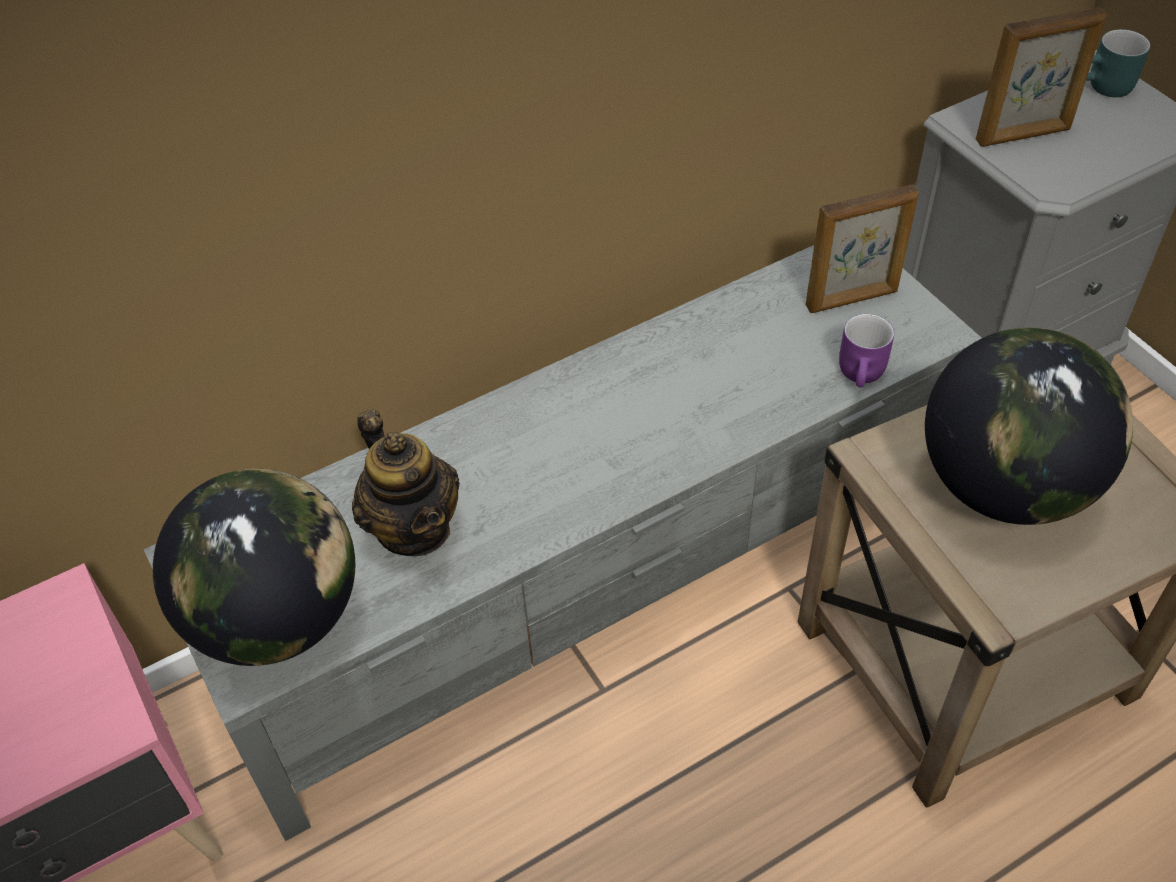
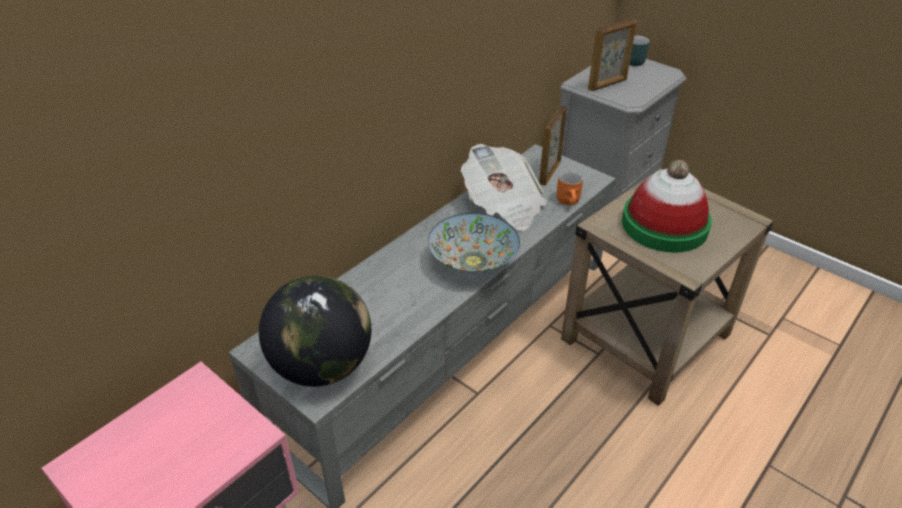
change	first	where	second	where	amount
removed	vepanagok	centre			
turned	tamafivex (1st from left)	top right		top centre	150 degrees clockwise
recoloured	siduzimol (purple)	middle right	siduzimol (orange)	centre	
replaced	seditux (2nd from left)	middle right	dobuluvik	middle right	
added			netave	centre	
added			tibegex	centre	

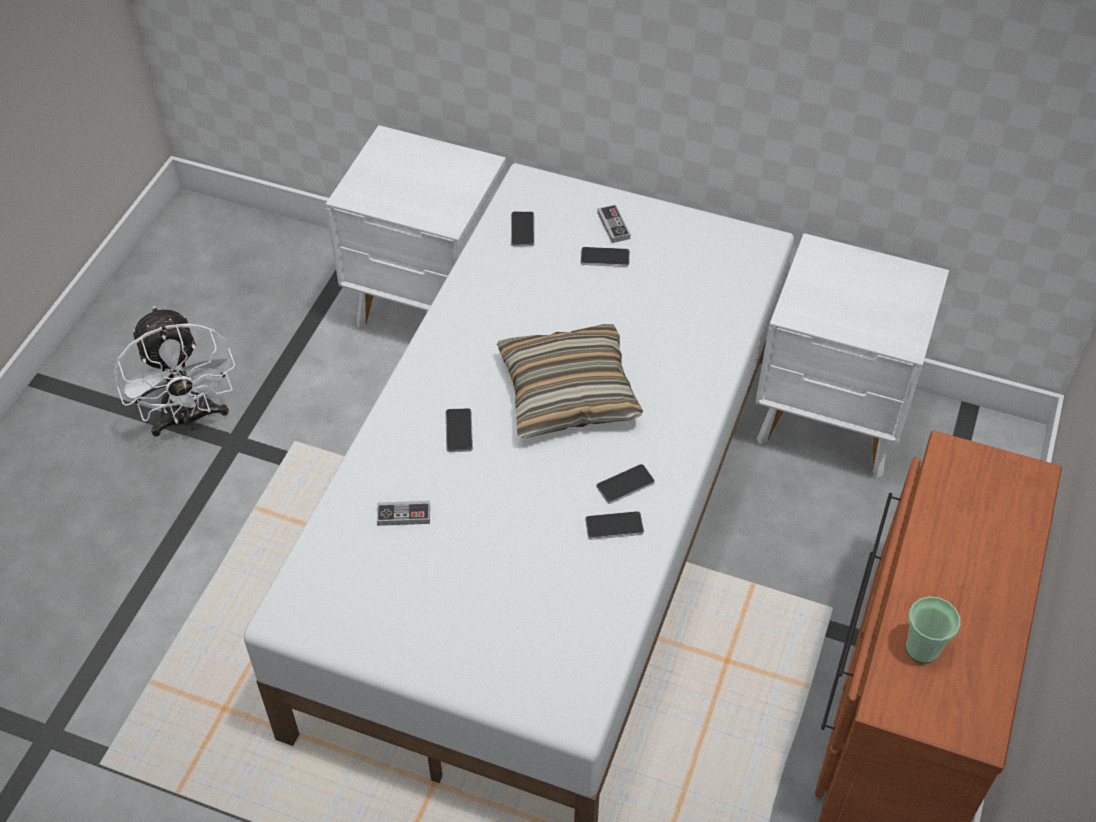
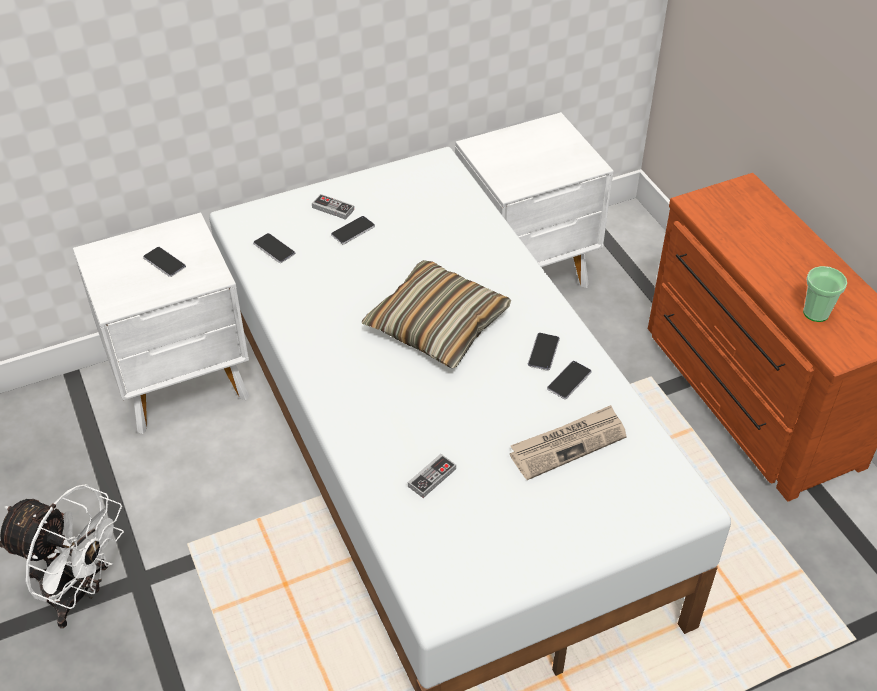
change	first	where	second	where	amount
moved	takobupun (1st from left)	centre		middle left	
added			tibegex	centre	

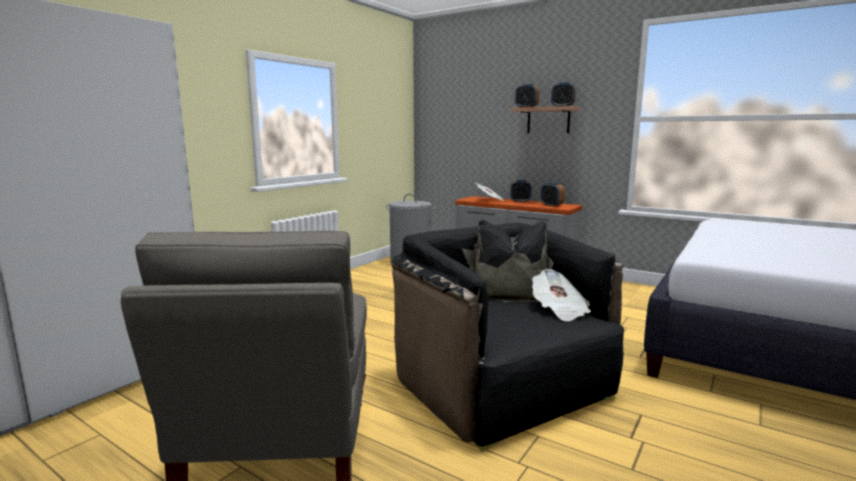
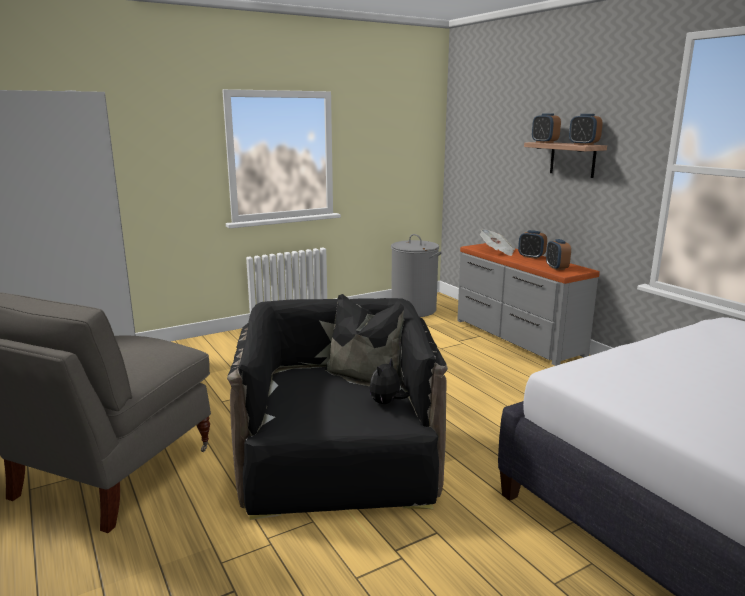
change	first	where	second	where	amount
replaced	tibegex (2nd from left)	centre	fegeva	centre	

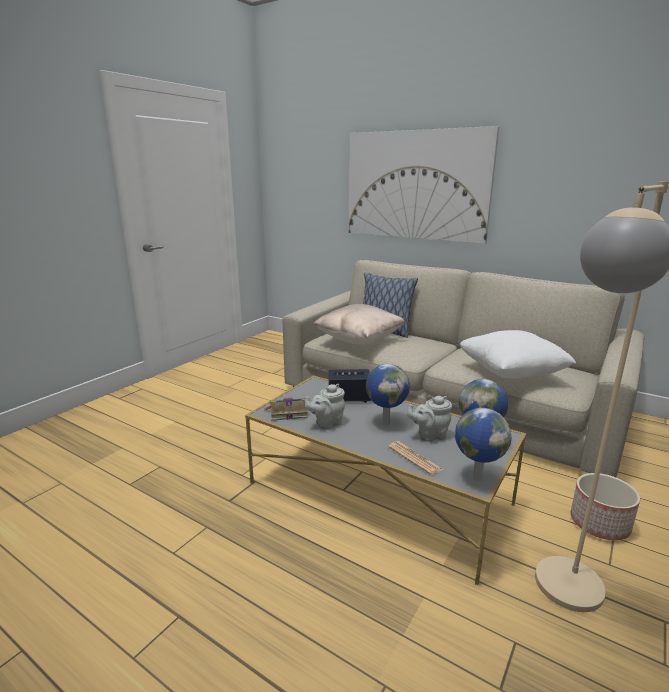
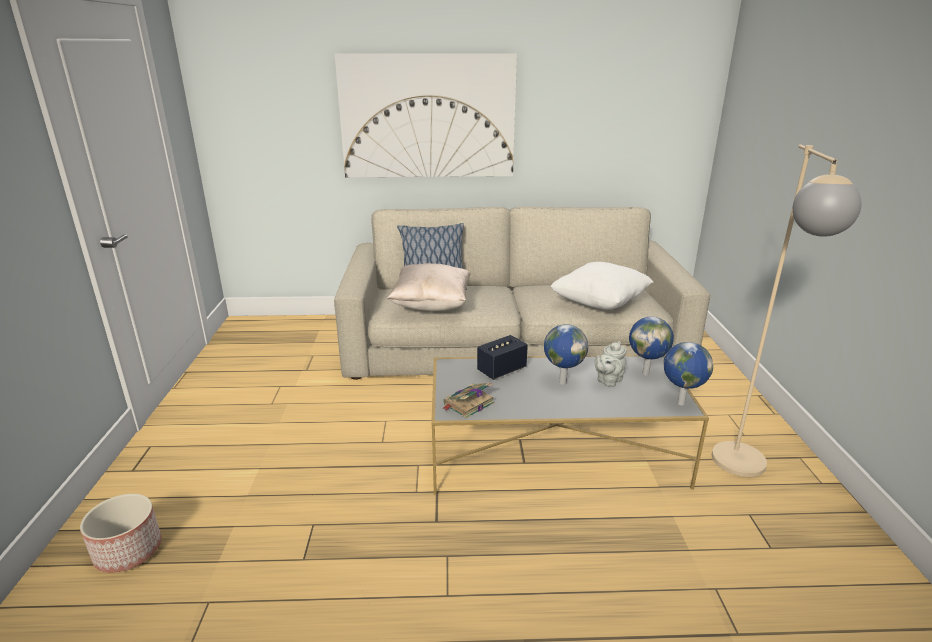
change	first	where	second	where	amount
removed	vepanagok (grey) (1st from left)	centre			
removed	tibegex	centre			
moved	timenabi	bottom right		bottom left	

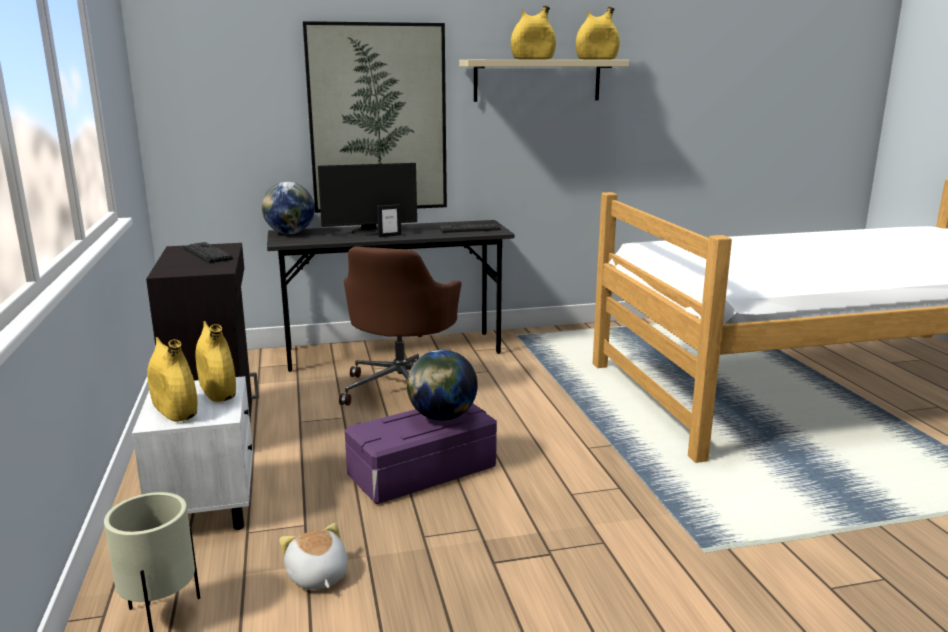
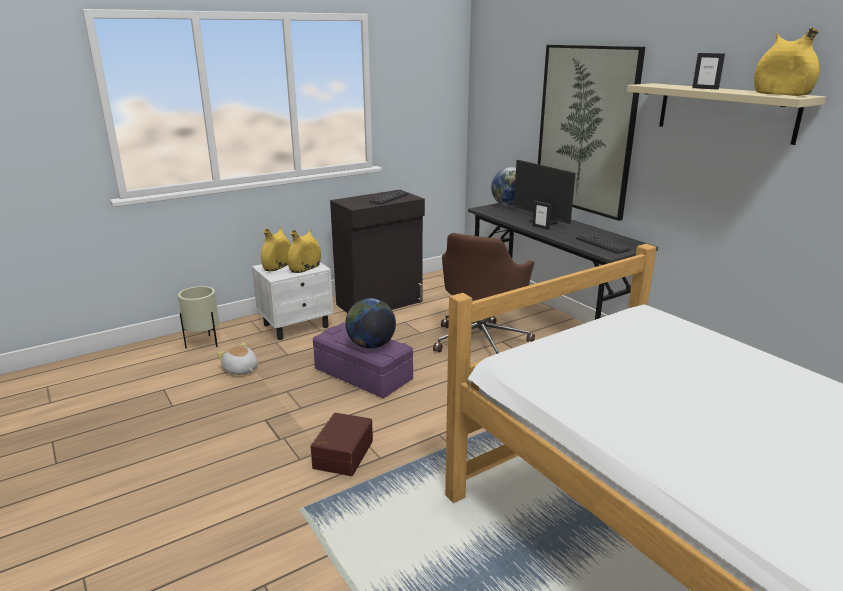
change	first	where	second	where	amount
turned	fegeva	bottom left		middle left	90 degrees counterclockwise
turned	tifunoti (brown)	centre		centre	60 degrees counterclockwise
replaced	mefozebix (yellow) (3rd from left)	top centre	tamafivex (2nd from left)	top right	
added			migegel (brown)	bottom centre	

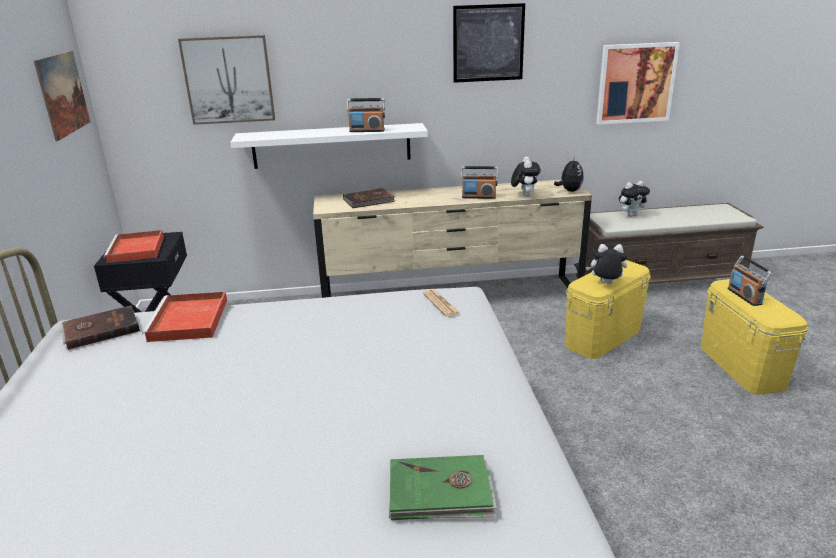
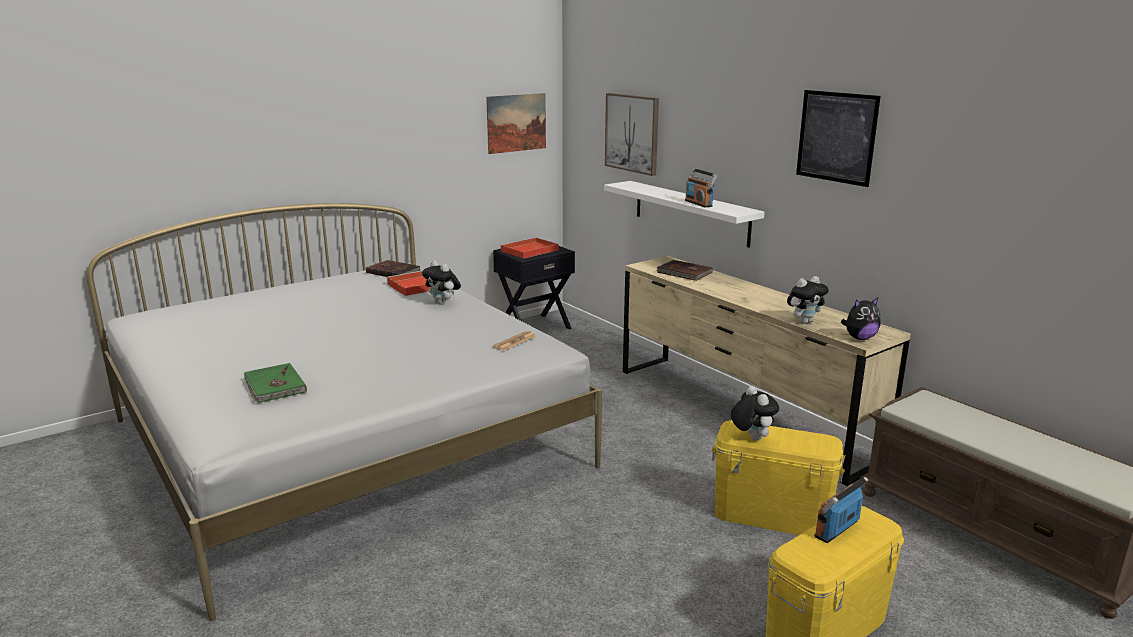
change	first	where	second	where	amount
removed	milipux (2nd from left)	top centre			
removed	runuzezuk (4th from left)	top right			
moved	fegeva (4th from left in the first image)	middle right	fegeva (1st from left)	centre	

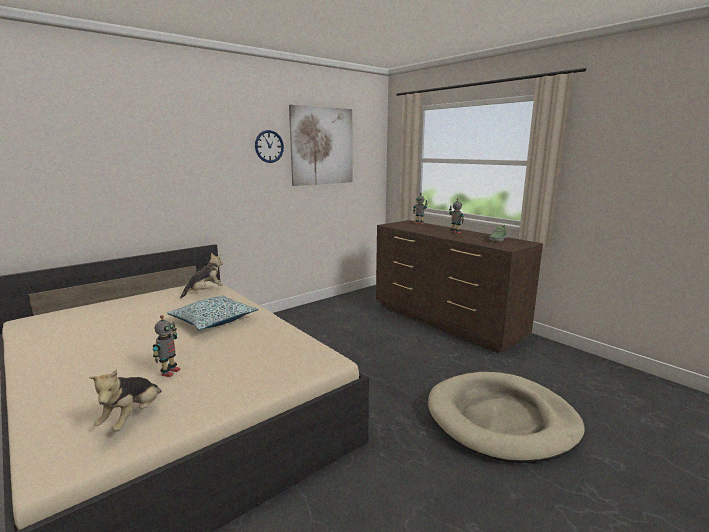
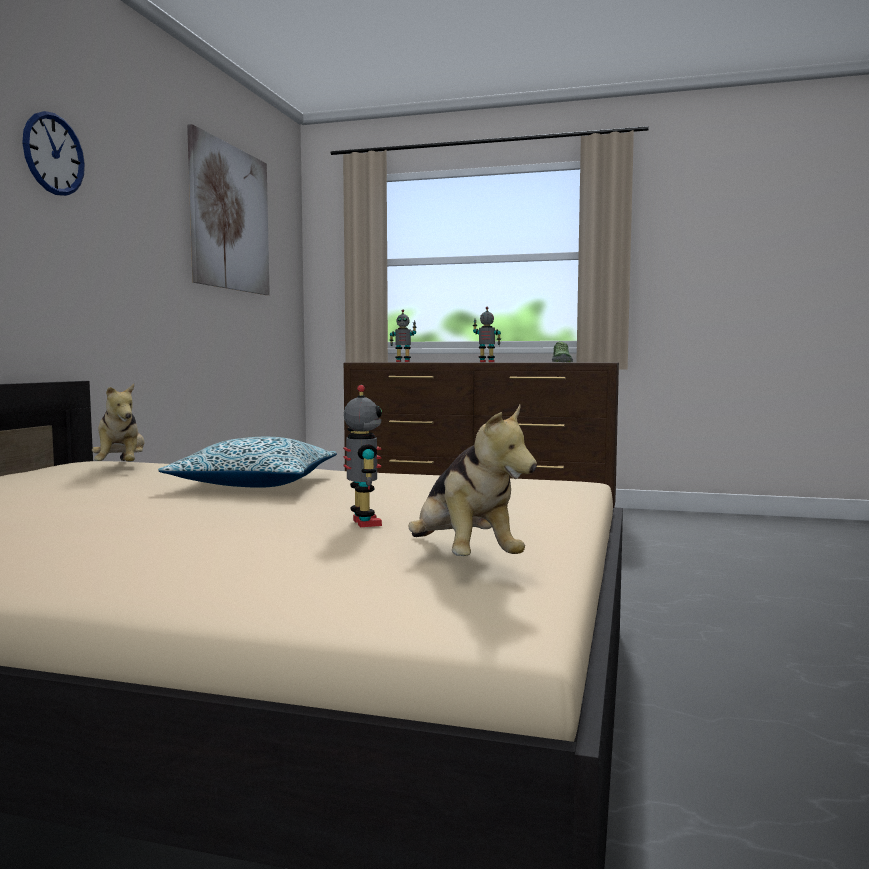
change	first	where	second	where	amount
turned	fegeva (2nd from left in the first image)	middle left	fegeva (1st from left)	middle left	150 degrees clockwise
moved	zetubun	top centre		top left	
removed	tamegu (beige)	bottom right			

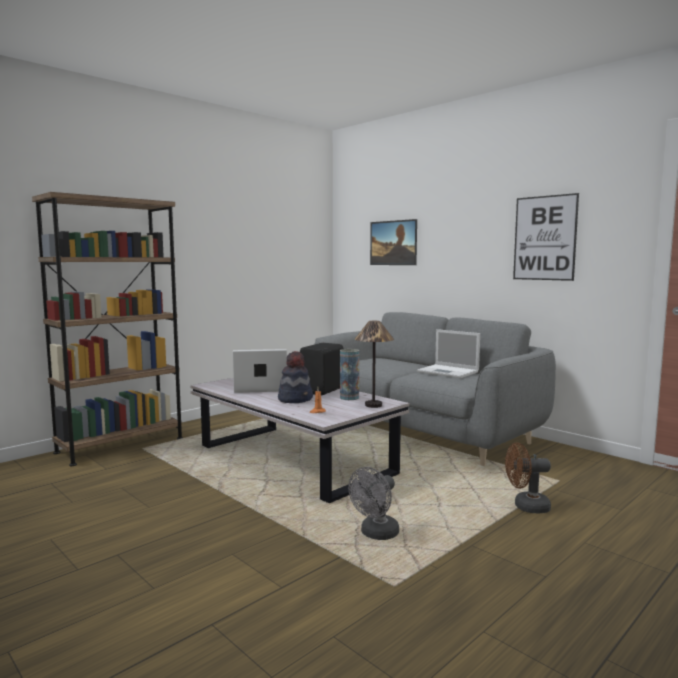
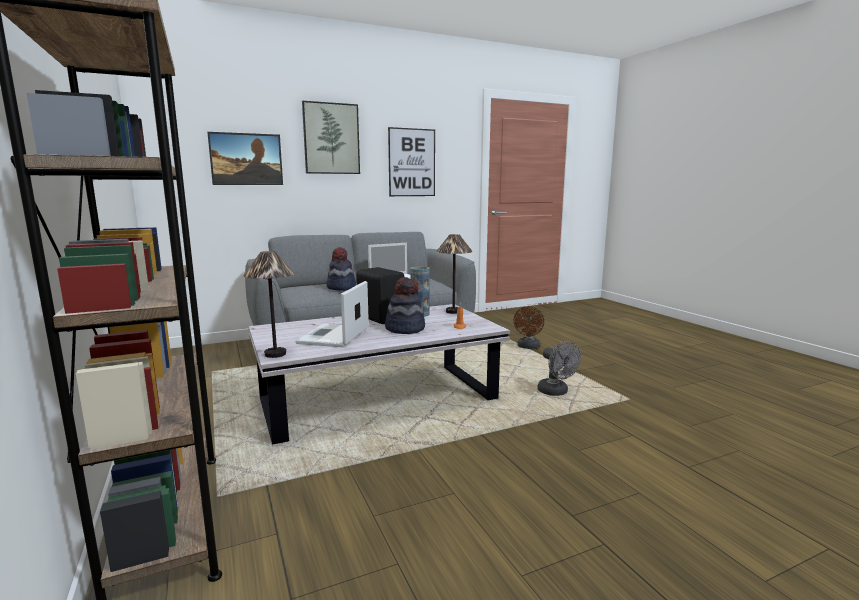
change	first	where	second	where	amount
added			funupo (1st from left)	middle left	
added			runuzezuk (2nd from left)	top centre	
added			dobuluvik (1st from left)	centre	

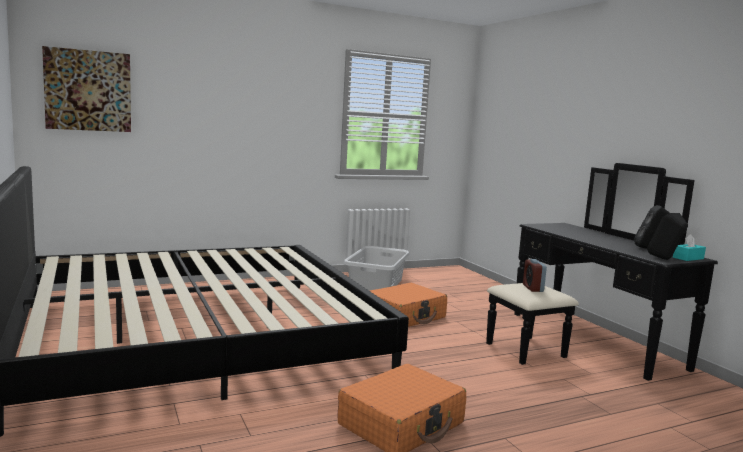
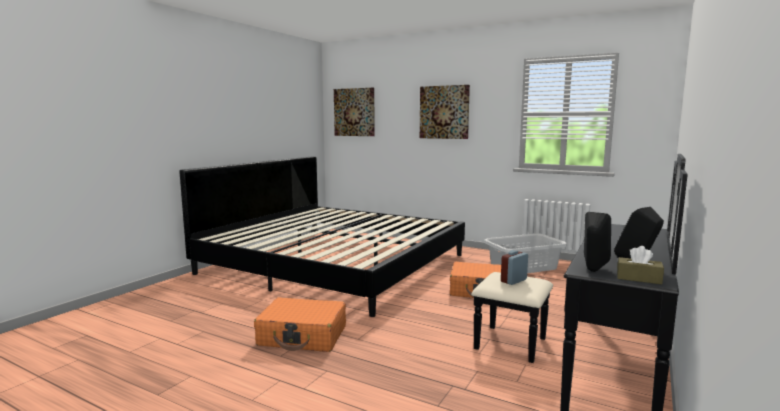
change	first	where	second	where	amount
recoloured	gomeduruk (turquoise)	middle right	gomeduruk (brown)	middle right	
added			runuzezuk (2nd from left)	top centre	

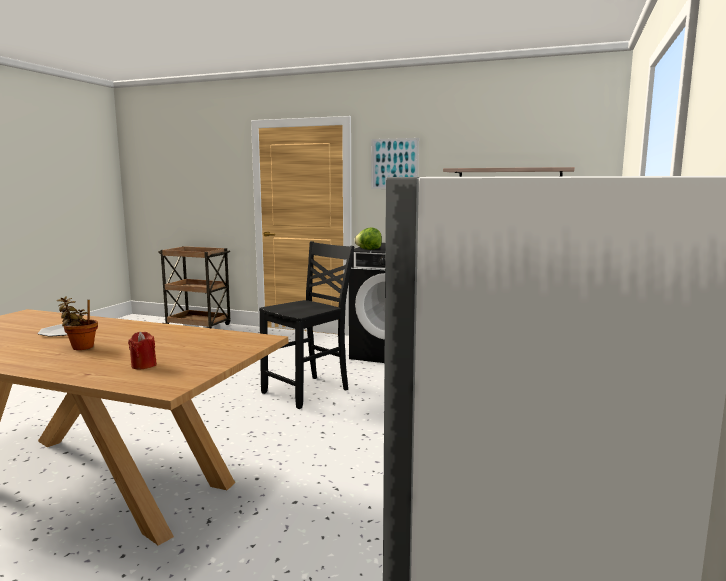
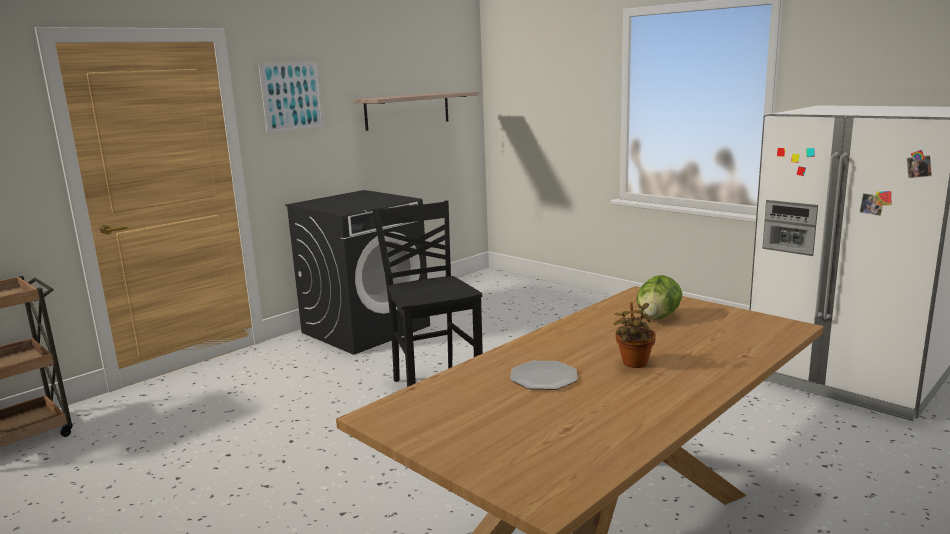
change	first	where	second	where	amount
removed	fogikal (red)	middle left			
moved	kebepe	centre		middle right	

